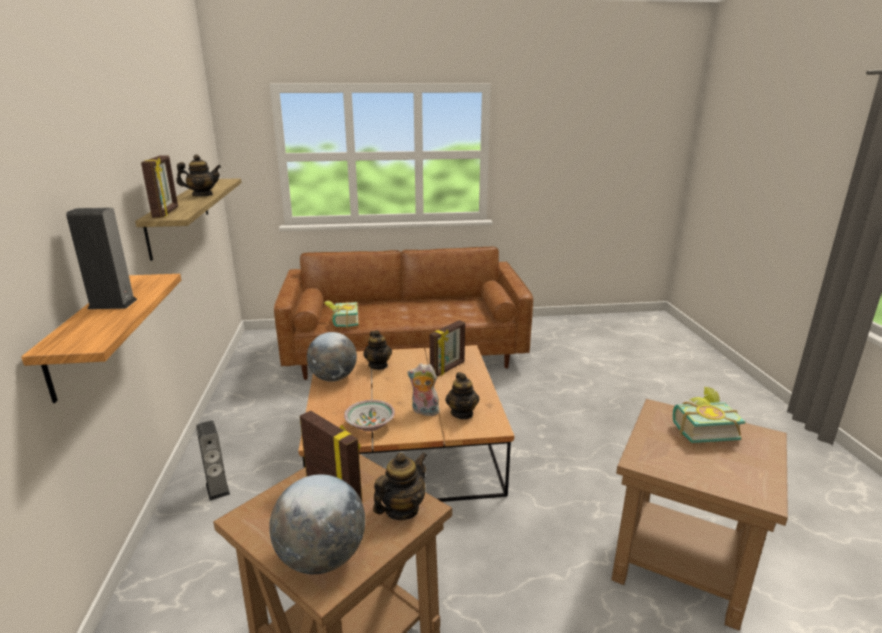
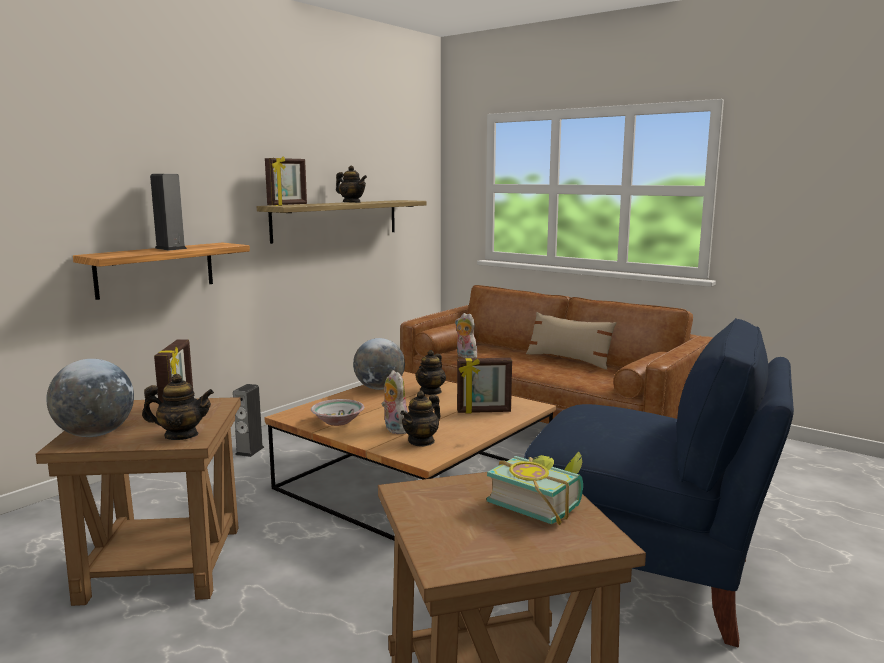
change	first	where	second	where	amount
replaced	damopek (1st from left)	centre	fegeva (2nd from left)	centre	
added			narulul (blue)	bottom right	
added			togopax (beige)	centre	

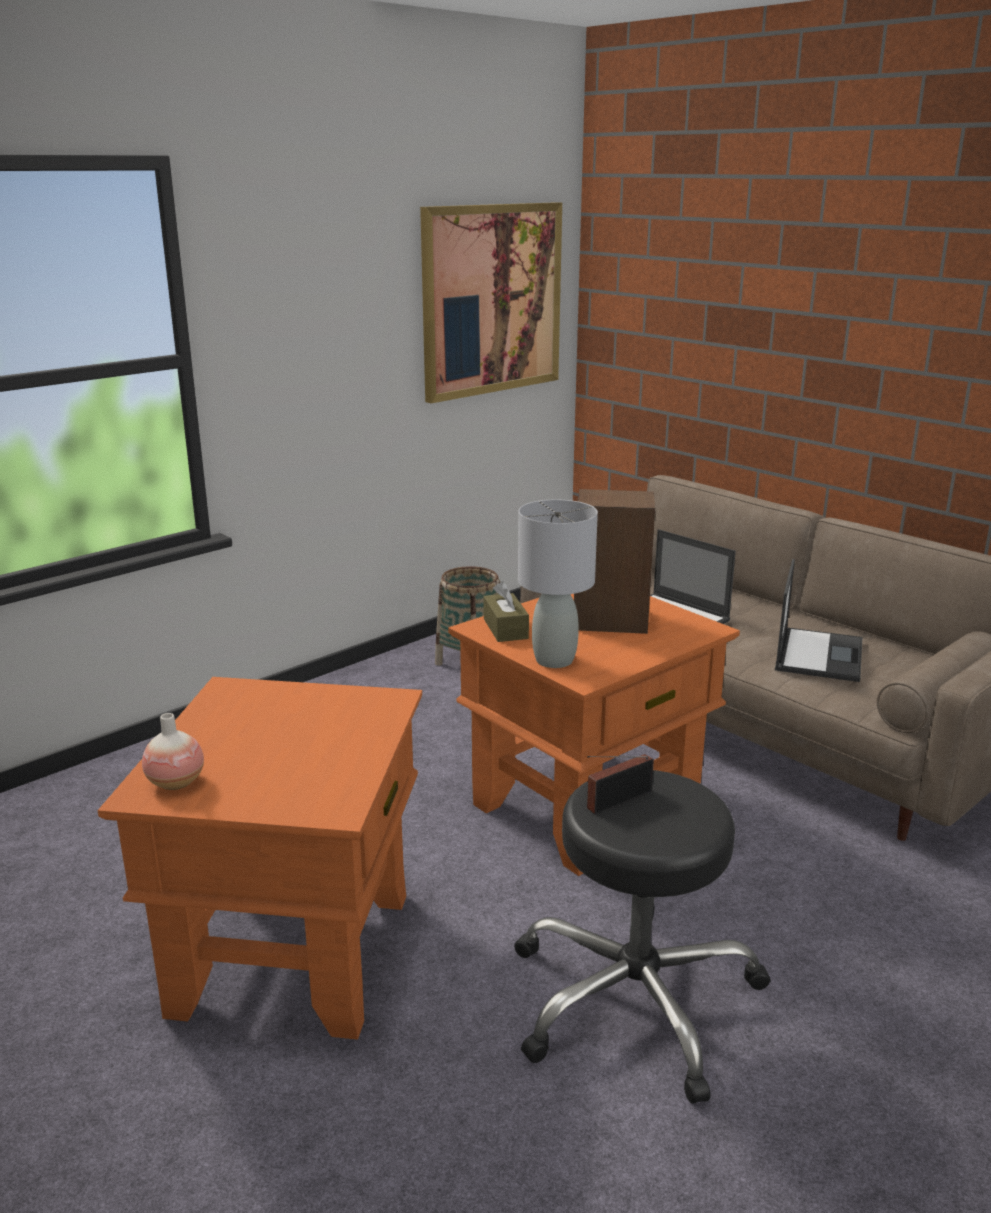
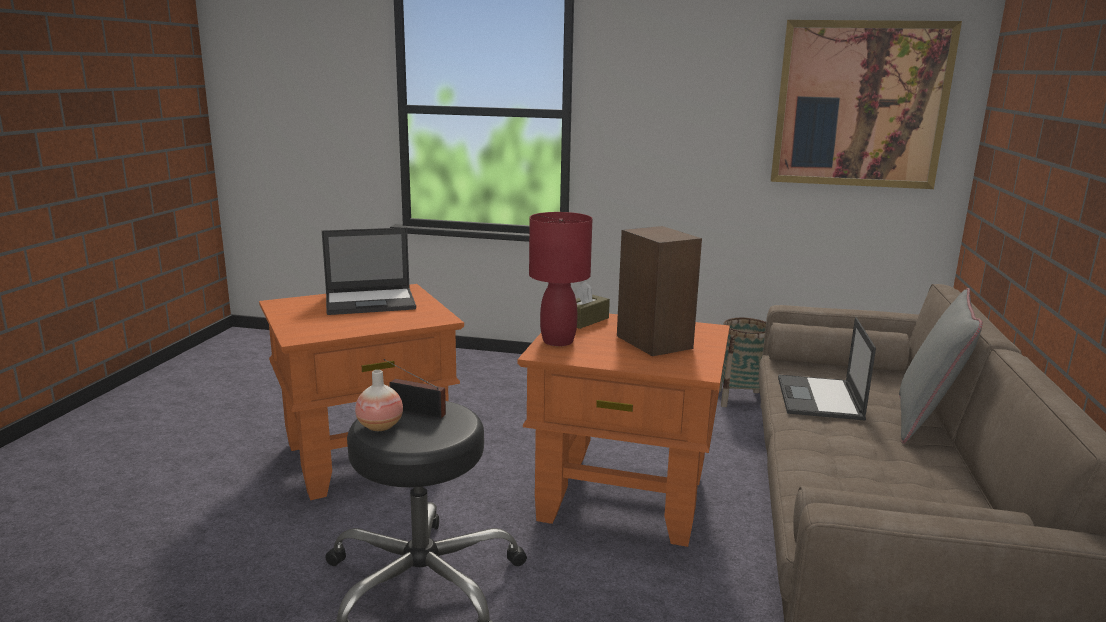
change	first	where	second	where	amount
moved	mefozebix	middle left		centre	
recoloured	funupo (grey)	centre	funupo (red)	centre	
moved	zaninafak (2nd from left in the first image)	middle right	zaninafak (1st from left)	centre	
added			togopax (grey)	middle right	

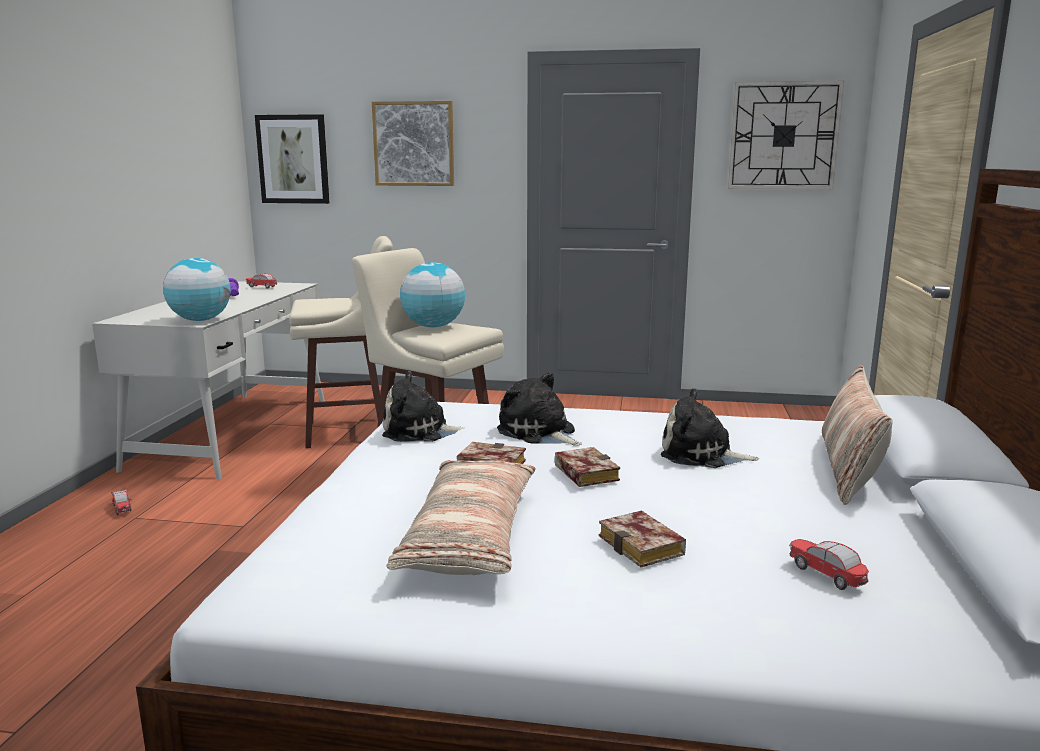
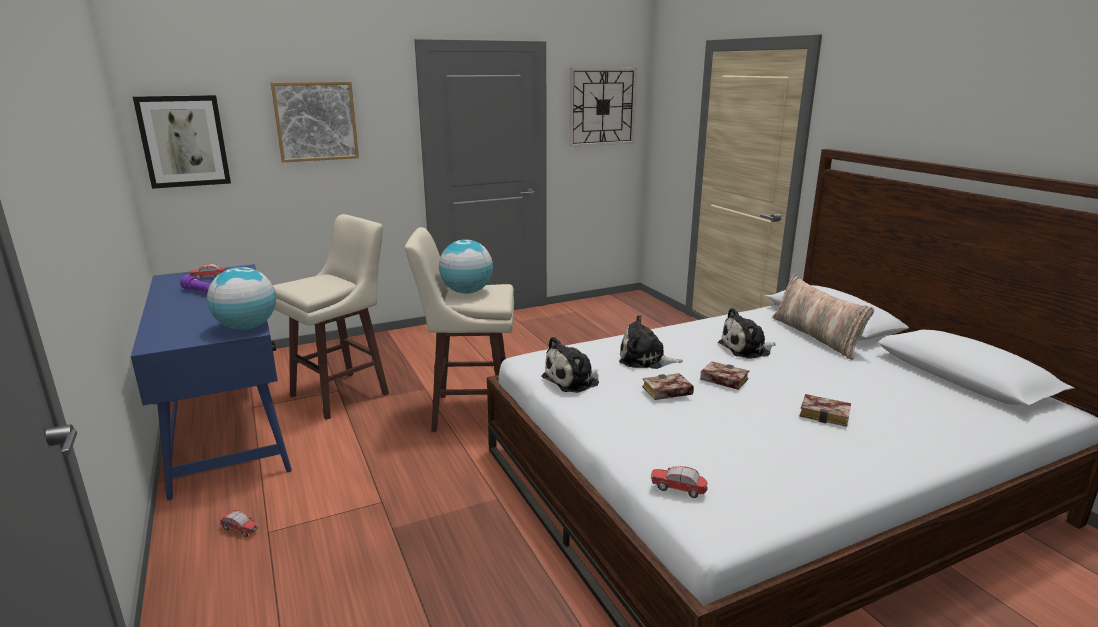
change	first	where	second	where	amount
recoloured	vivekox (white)	middle left	vivekox (blue)	middle left	
removed	togopax (1st from left)	bottom centre			
moved	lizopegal (3rd from left)	bottom right		bottom centre	

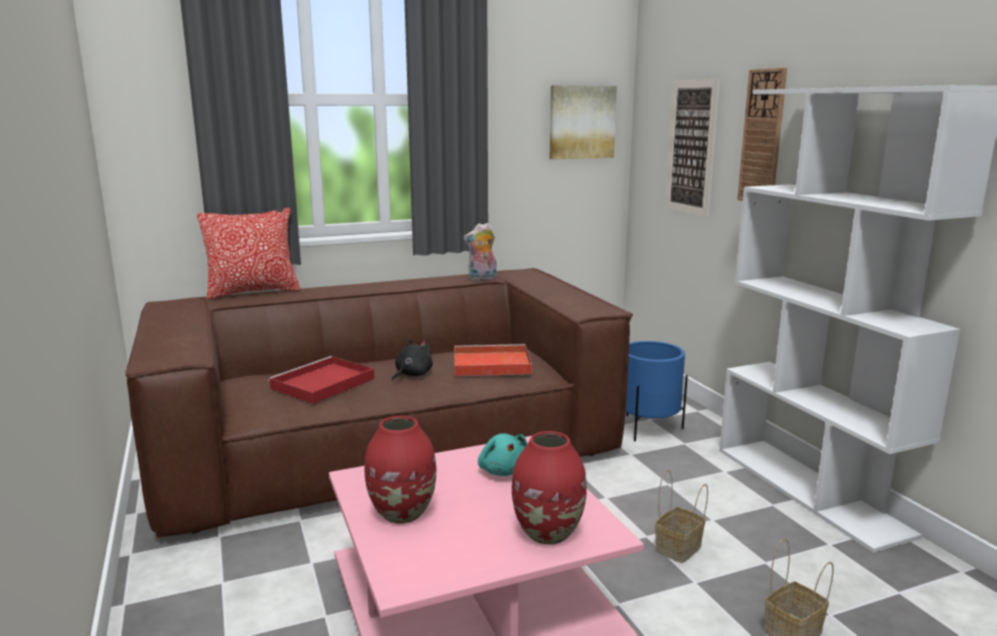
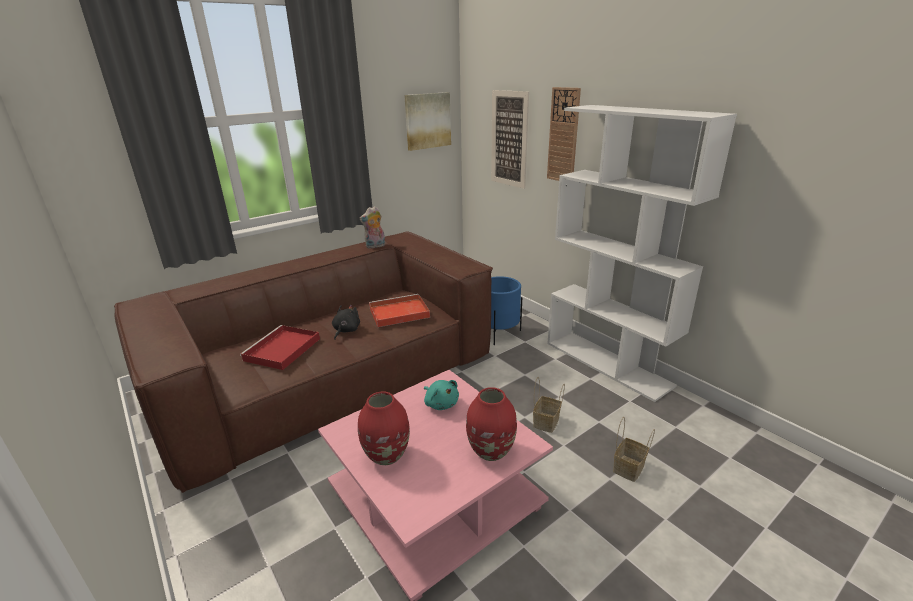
change	first	where	second	where	amount
removed	togopax	middle left			

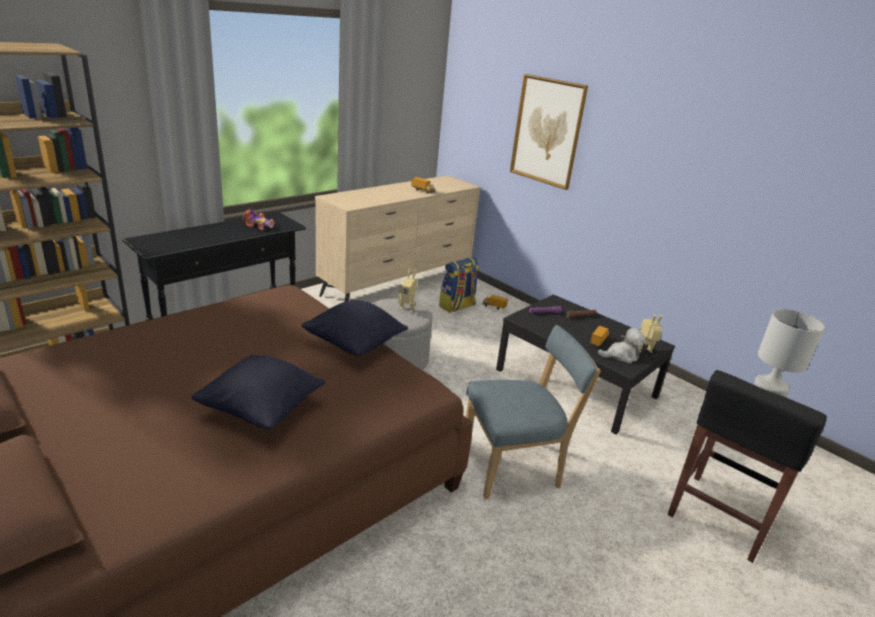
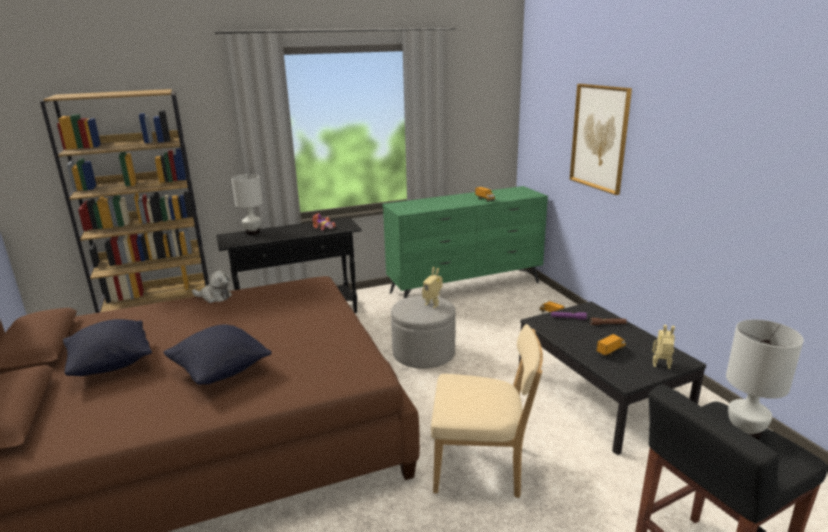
change	first	where	second	where	amount
moved	togopax (black) (2nd from left in the first image)	centre	togopax (black) (1st from left)	middle left	
recoloured	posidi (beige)	centre	posidi (green)	centre	
removed	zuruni	centre			
recoloured	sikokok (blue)	bottom centre	sikokok (beige)	bottom centre	
moved	fegeva	middle right		middle left	
added			funupo (white) (1st from left)	middle left	

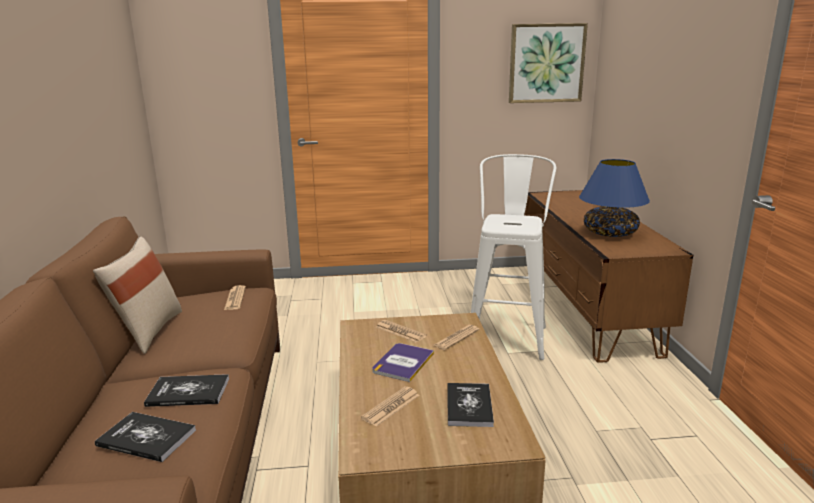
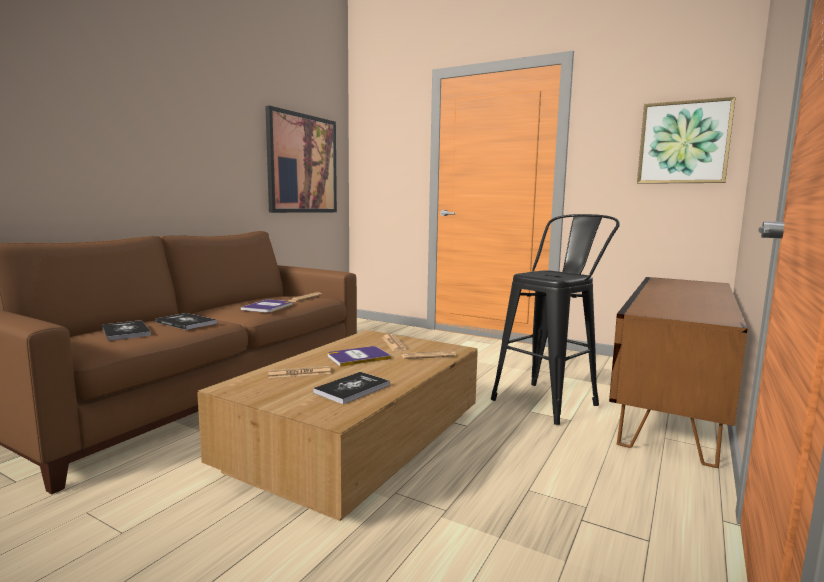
change	first	where	second	where	amount
removed	togopax (beige)	middle left			
recoloured	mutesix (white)	centre	mutesix (black)	middle right	
removed	funupo (blue)	middle right			
added			damopek (3rd from left)	middle left	
added			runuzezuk (1st from left)	top centre	

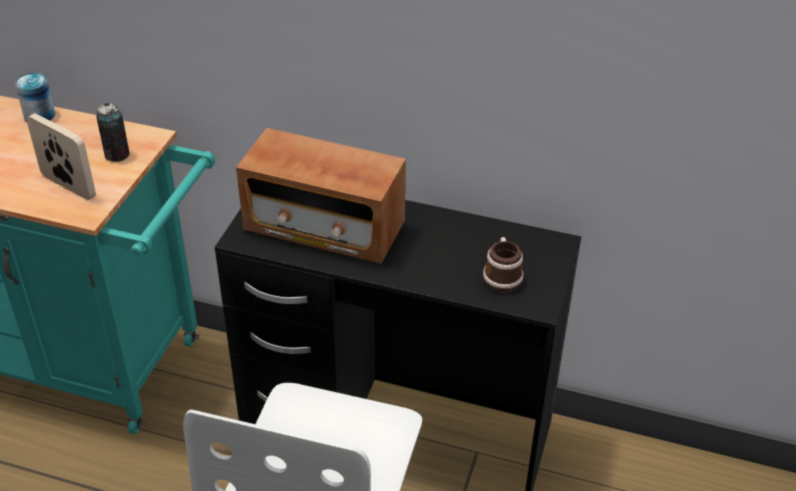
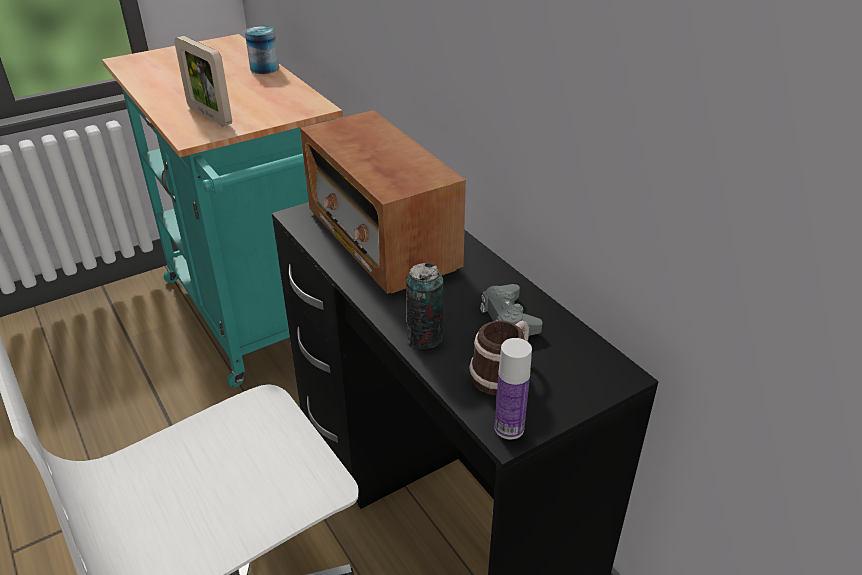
change	first	where	second	where	amount
turned	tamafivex	top left		top left	150 degrees clockwise
moved	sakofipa (2nd from left)	top left		centre	
added			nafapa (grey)	centre	
added			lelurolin	bottom centre	

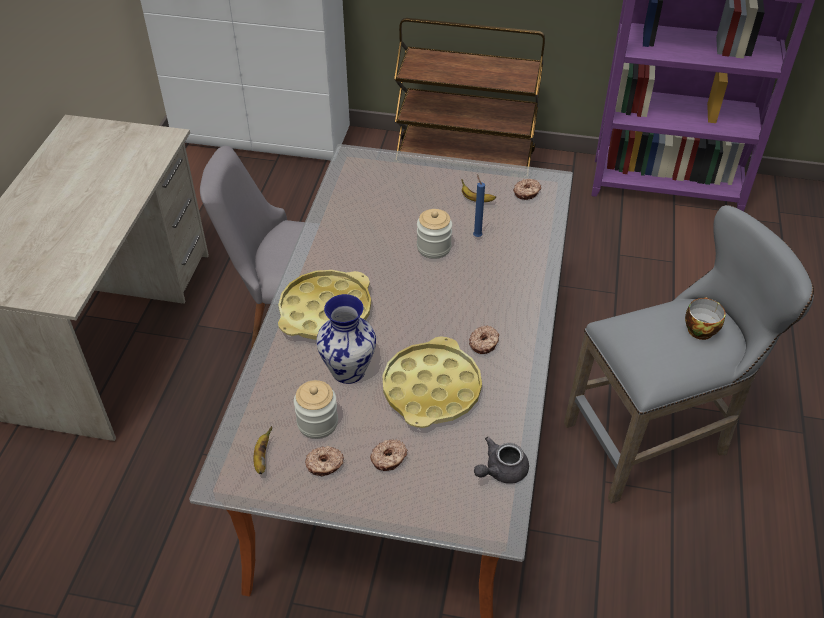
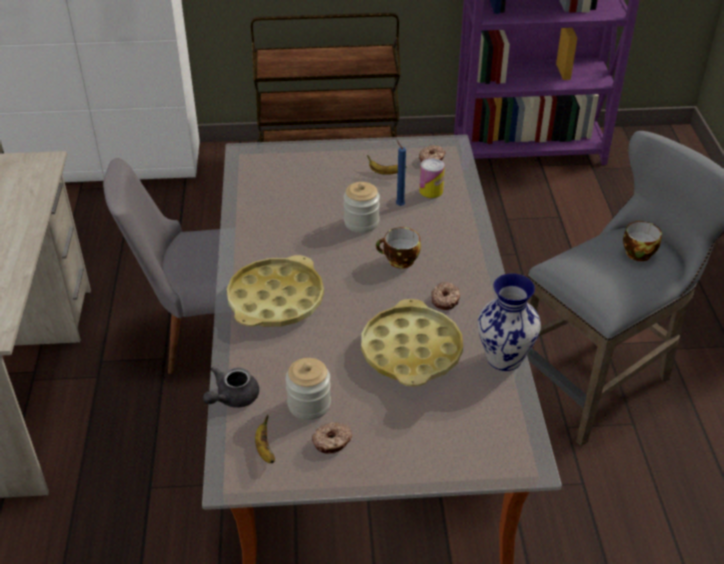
change	first	where	second	where	amount
moved	mefozebix	centre		middle right	
removed	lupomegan (2nd from left)	bottom centre			
moved	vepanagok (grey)	bottom centre		bottom left	
added			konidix (1st from left)	centre	
added			sakofipa	top centre	

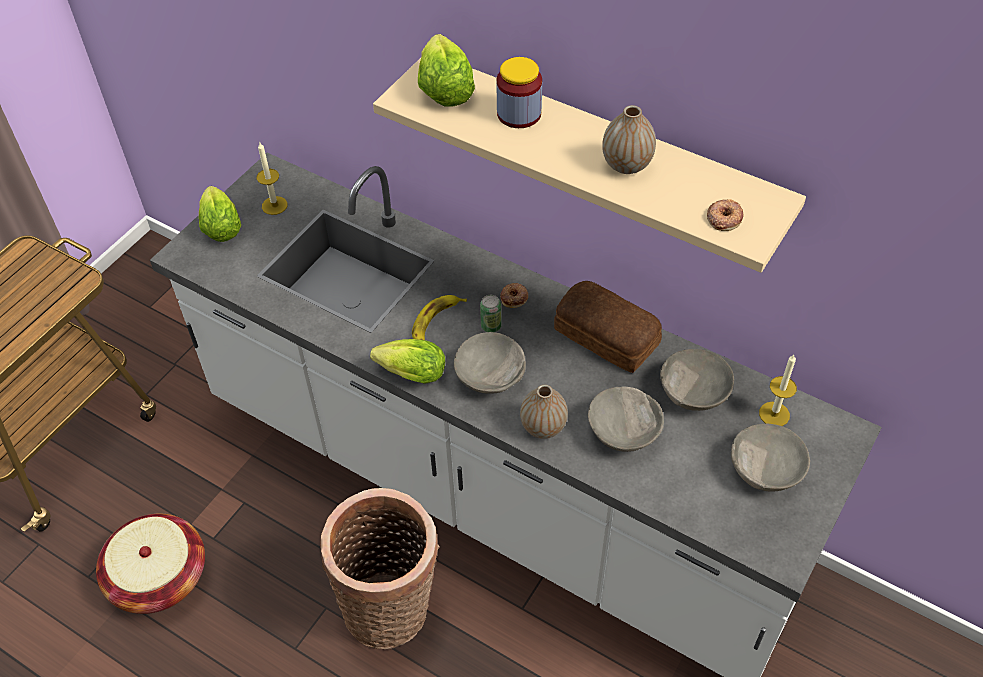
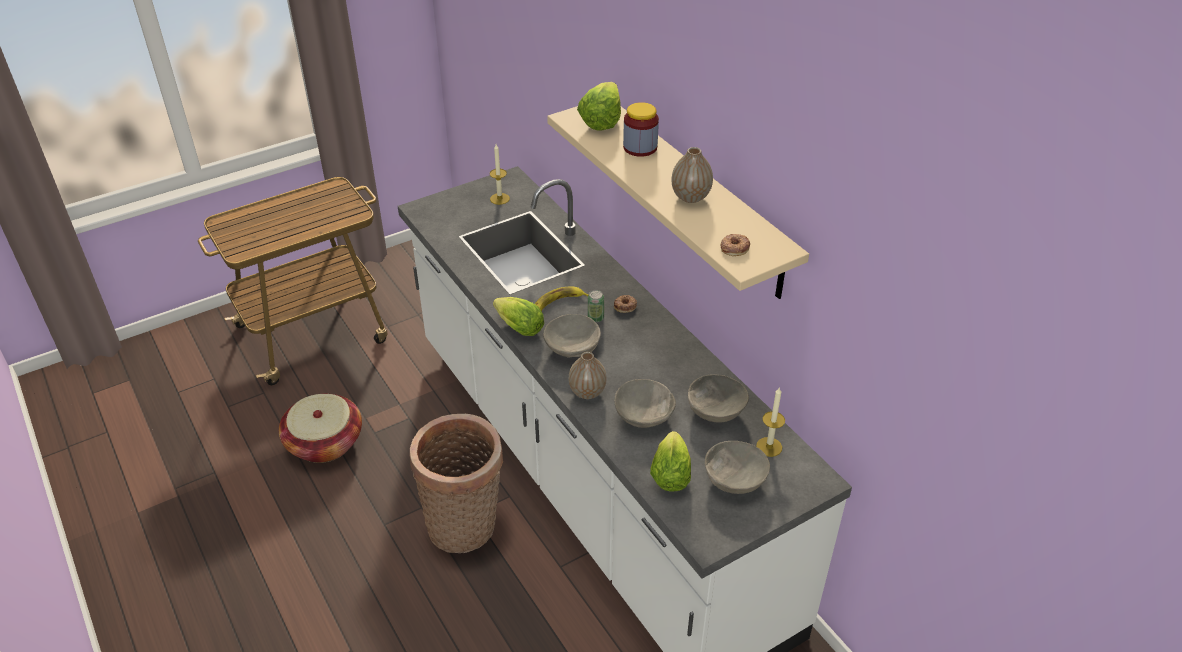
change	first	where	second	where	amount
moved	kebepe (1st from left in the first image)	top left	kebepe (3rd from left)	bottom centre	
removed	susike	centre			

